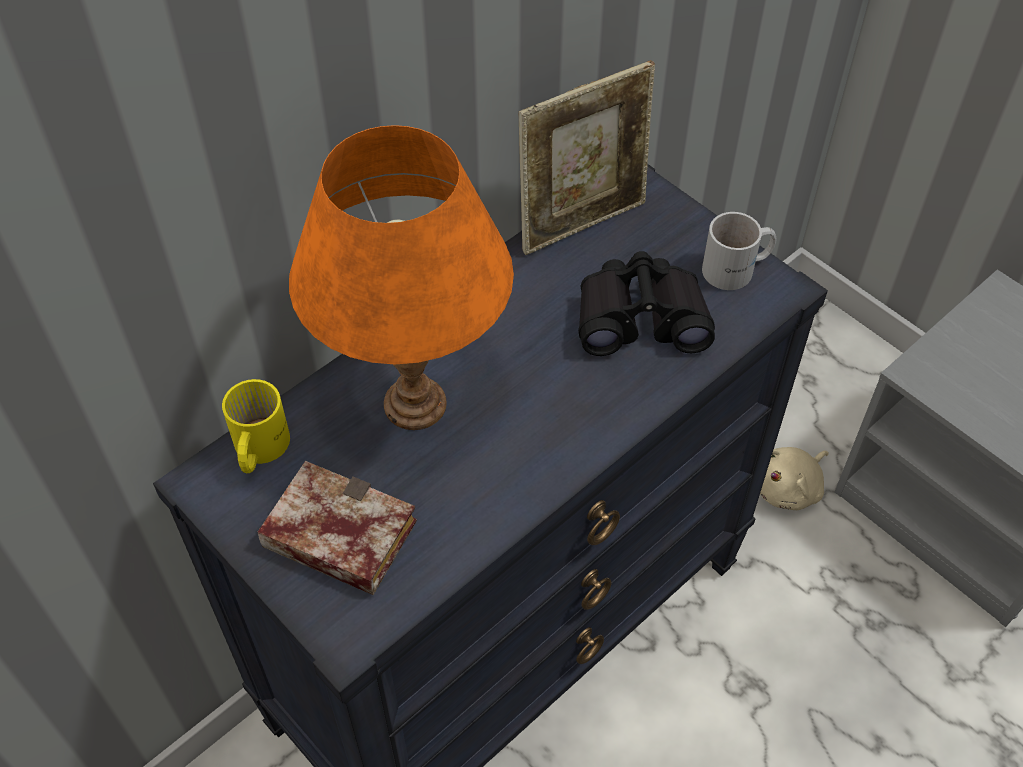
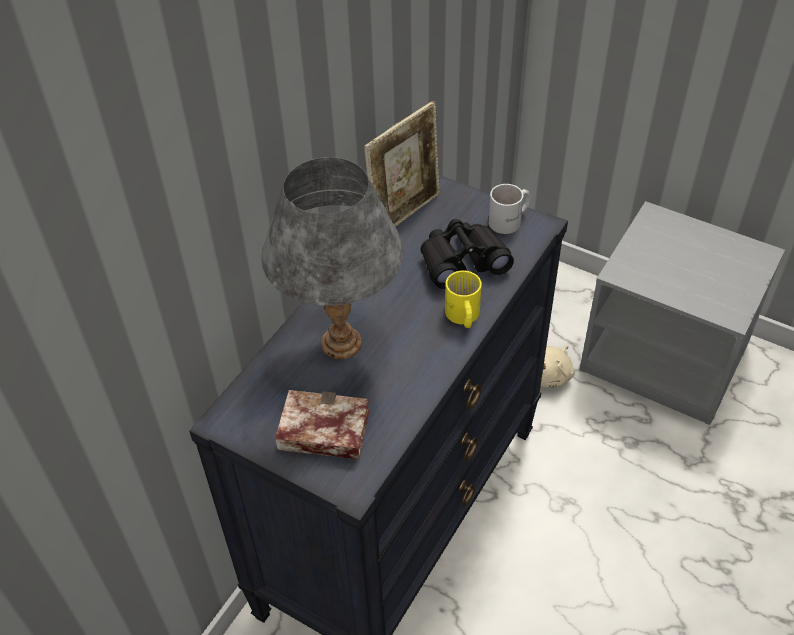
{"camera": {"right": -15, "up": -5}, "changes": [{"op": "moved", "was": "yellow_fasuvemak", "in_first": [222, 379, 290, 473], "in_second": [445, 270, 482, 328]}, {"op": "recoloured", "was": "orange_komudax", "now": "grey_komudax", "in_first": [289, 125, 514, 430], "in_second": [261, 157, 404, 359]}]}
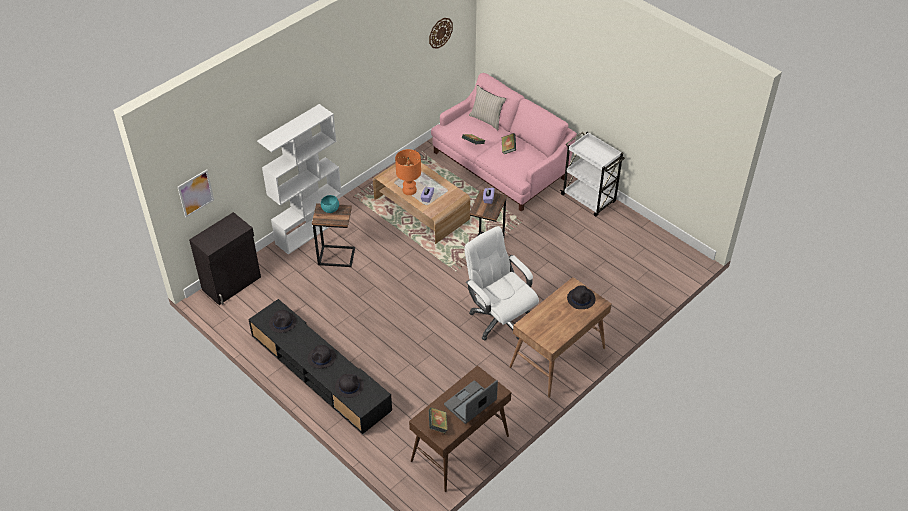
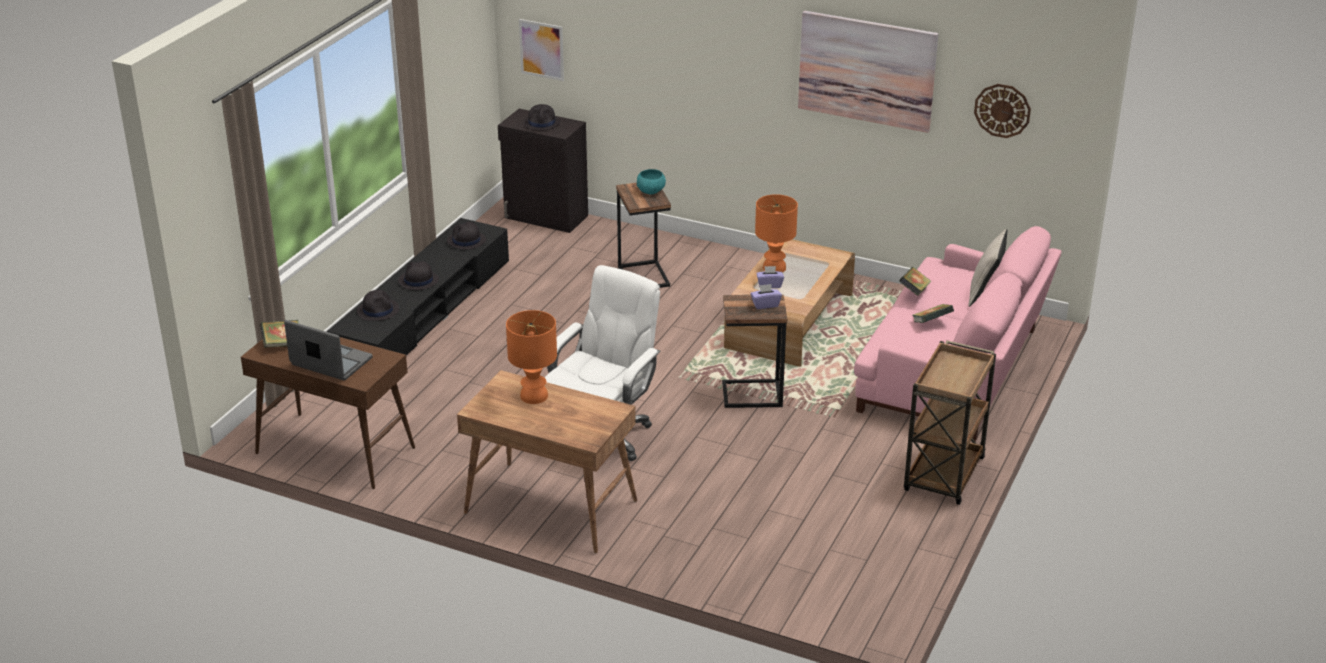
{"camera": {"right": 70, "up": -15}, "changes": [{"op": "removed", "was": "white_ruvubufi", "in_first": [257, 104, 342, 254]}, {"op": "added", "now": "orange_komudax", "in_second": [506, 310, 557, 404]}, {"op": "added", "now": "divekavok", "in_second": [798, 11, 938, 133]}, {"op": "moved", "was": "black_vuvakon", "in_first": [567, 285, 596, 309], "in_second": [523, 104, 561, 130]}, {"op": "recoloured", "was": "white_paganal", "now": "brown_paganal", "in_first": [560, 131, 625, 217], "in_second": [904, 340, 996, 505]}]}
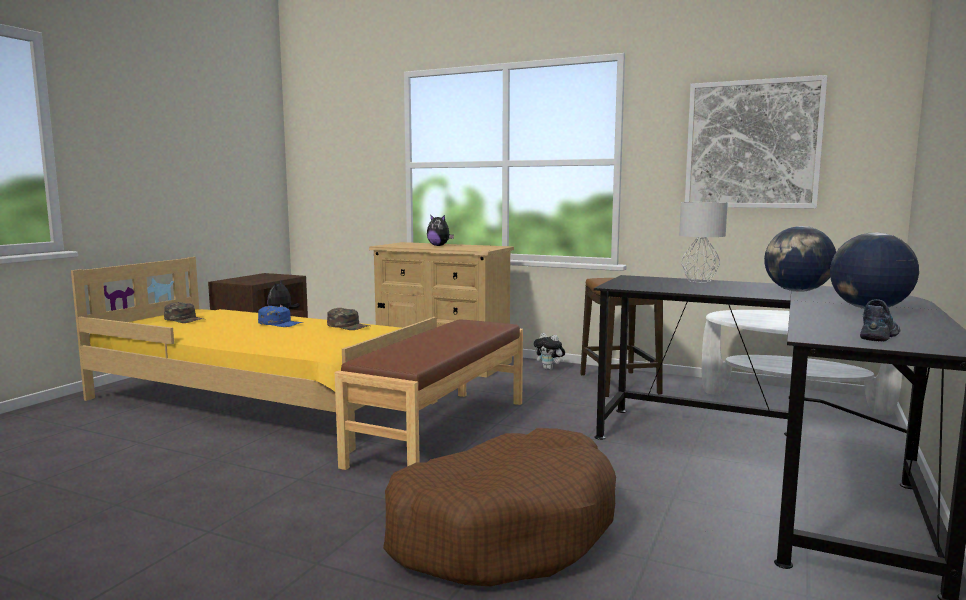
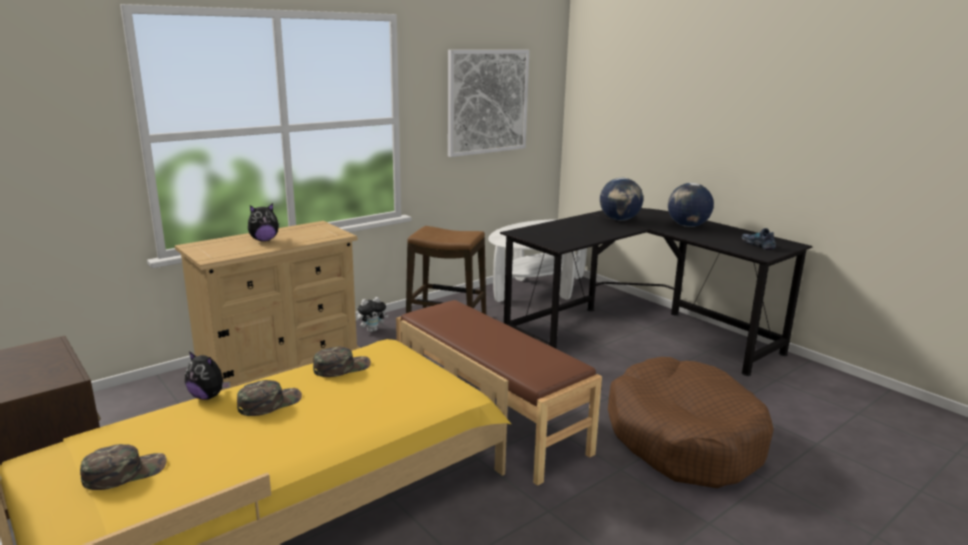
{"camera": {"right": -65, "up": 10}, "changes": [{"op": "removed", "was": "grey_komudax", "in_first": [679, 202, 728, 283]}, {"op": "recoloured", "was": "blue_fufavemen", "now": "green_fufavemen", "in_first": [258, 306, 303, 327], "in_second": [237, 380, 302, 416]}]}
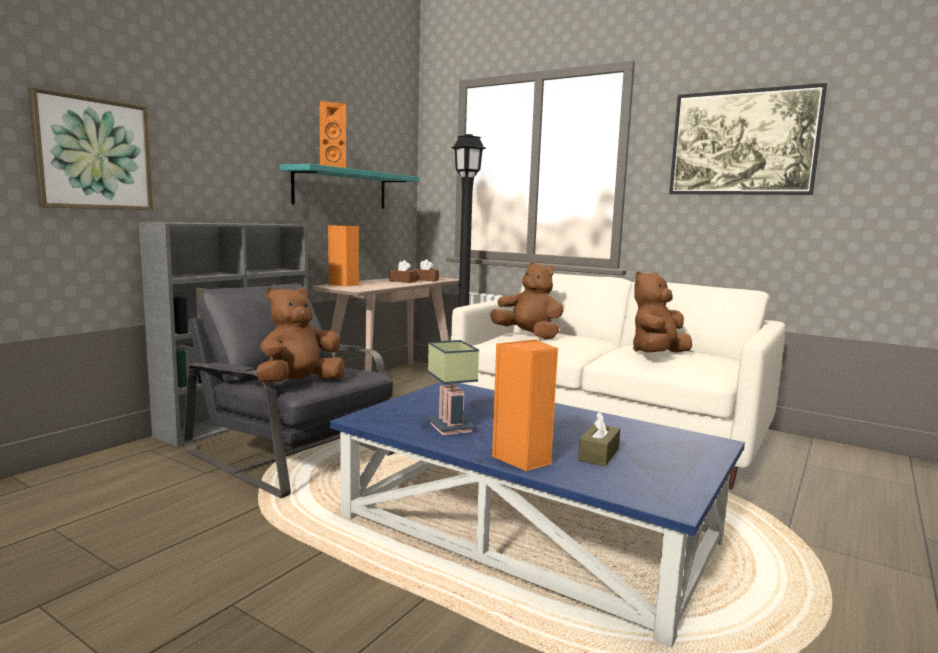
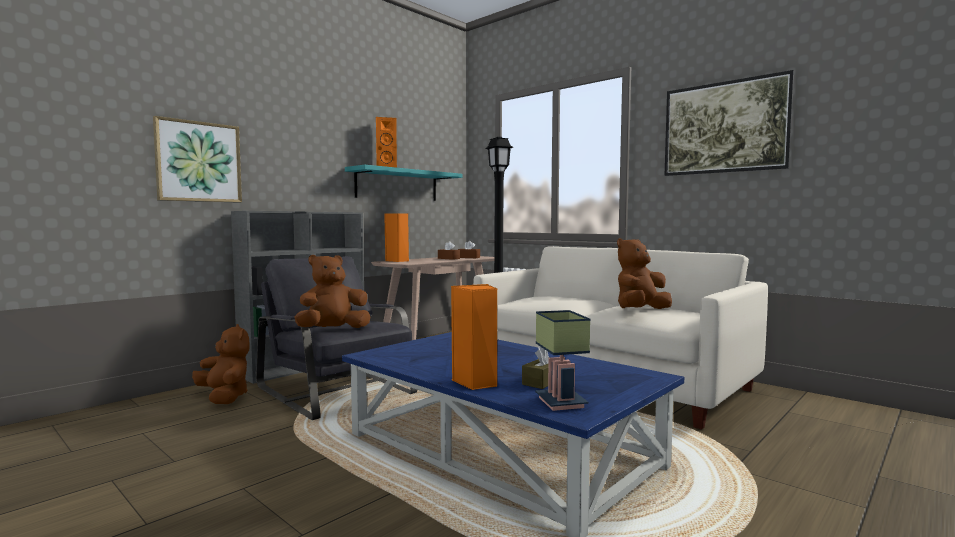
{"camera": {"right": 10, "up": -5}, "changes": [{"op": "moved", "was": "komudax", "in_first": [427, 340, 479, 435], "in_second": [535, 310, 591, 411]}, {"op": "moved", "was": "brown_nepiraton", "in_first": [490, 262, 563, 339], "in_second": [192, 324, 250, 404]}]}
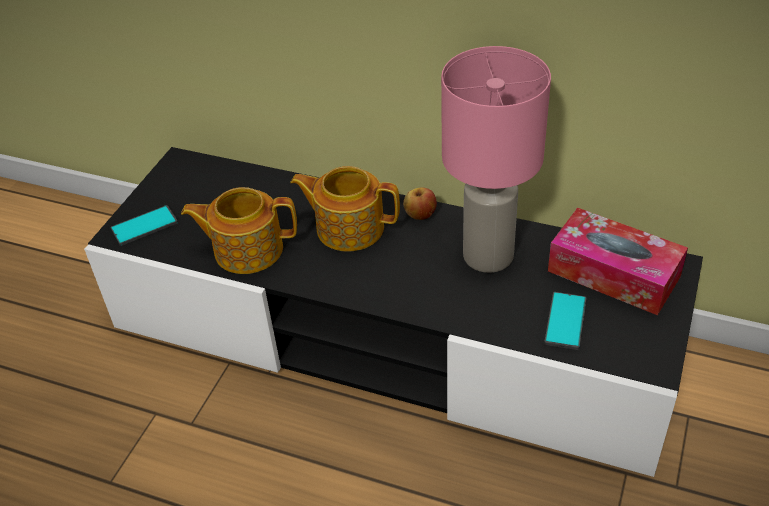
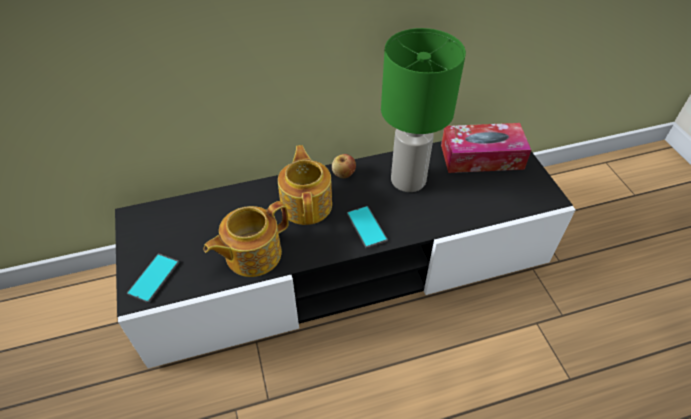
{"camera": {"right": -40, "up": 5}, "changes": [{"op": "moved", "was": "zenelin", "in_first": [544, 292, 586, 350], "in_second": [347, 206, 388, 249]}, {"op": "recoloured", "was": "pink_komudax", "now": "green_komudax", "in_first": [441, 46, 551, 273], "in_second": [381, 28, 466, 192]}, {"op": "turned", "was": "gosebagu", "in_first": [290, 166, 400, 252], "in_second": [278, 145, 332, 225], "clockwise": 105}]}
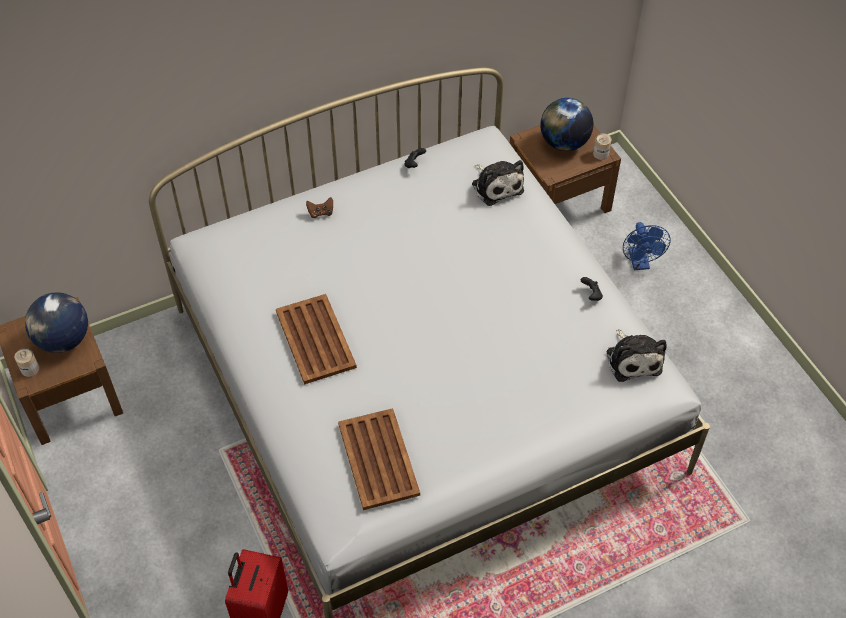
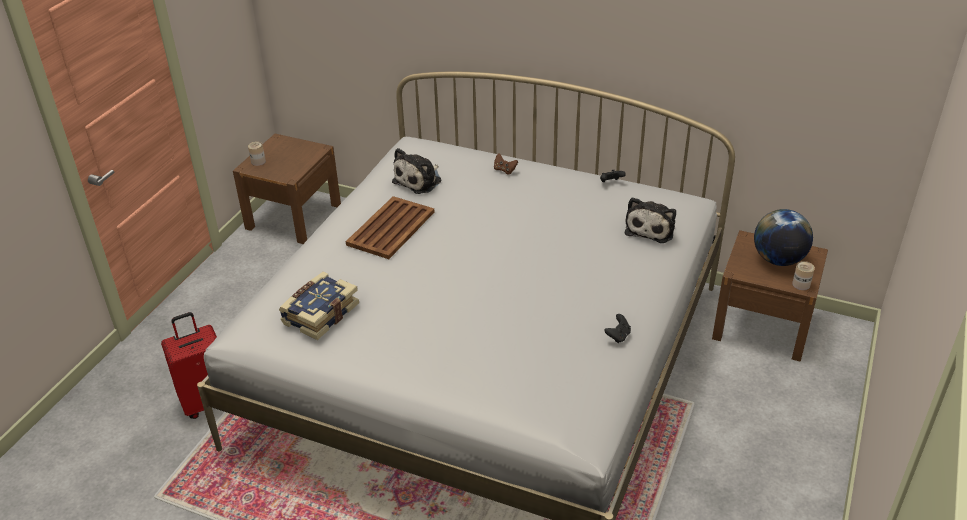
{"camera": {"right": 50, "up": -15}, "changes": [{"op": "removed", "was": "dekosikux", "in_first": [25, 292, 88, 353]}, {"op": "removed", "was": "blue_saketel", "in_first": [623, 222, 671, 270]}, {"op": "moved", "was": "nepiraton", "in_first": [606, 329, 667, 382], "in_second": [392, 148, 442, 194]}, {"op": "replaced", "was": "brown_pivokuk", "now": "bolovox", "in_first": [338, 408, 420, 510], "in_second": [279, 272, 359, 340]}]}
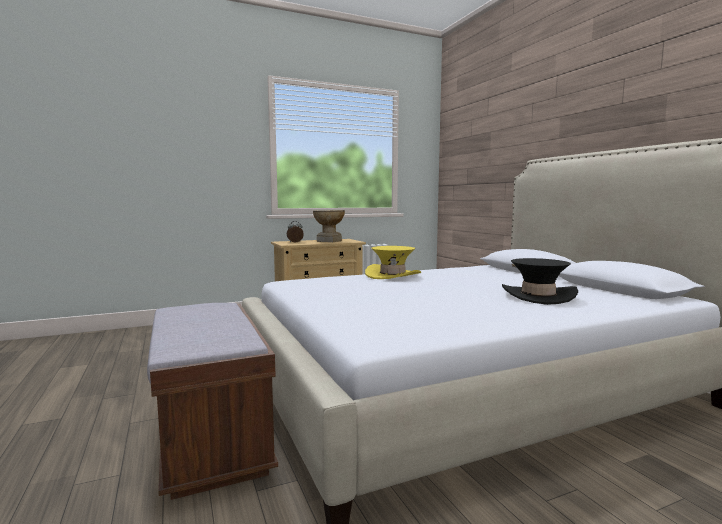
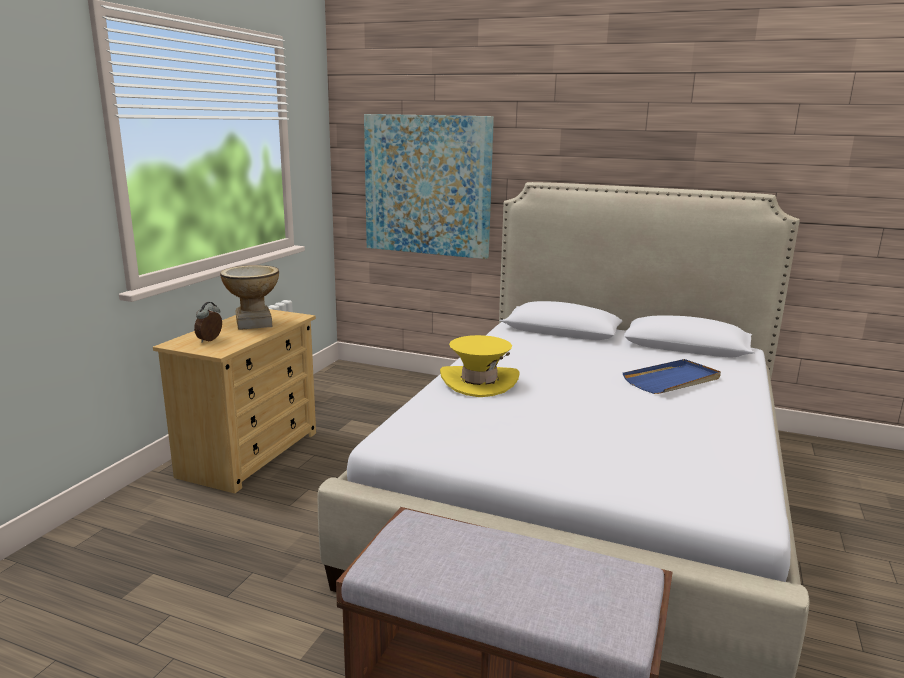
{"camera": {"right": -45, "up": 10}, "changes": [{"op": "added", "now": "divekavok", "in_second": [364, 114, 494, 259]}, {"op": "replaced", "was": "black_vuvakon", "now": "blue_pivokuk", "in_first": [502, 258, 578, 305], "in_second": [623, 359, 721, 394]}]}
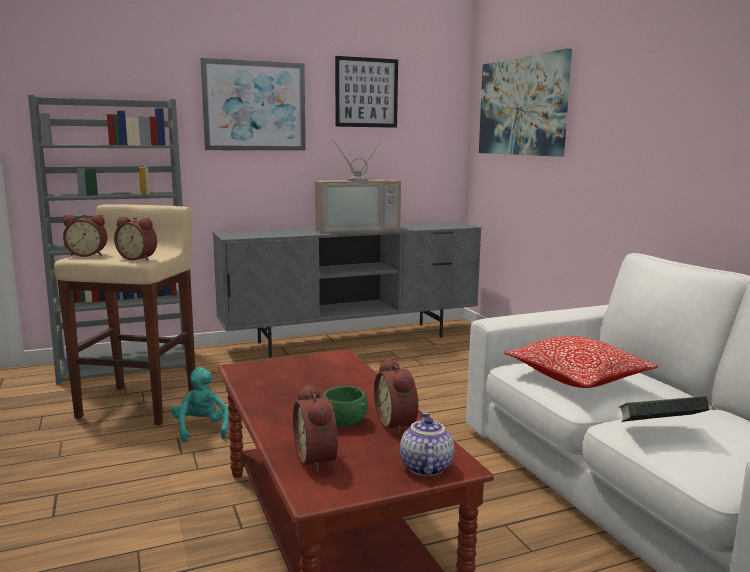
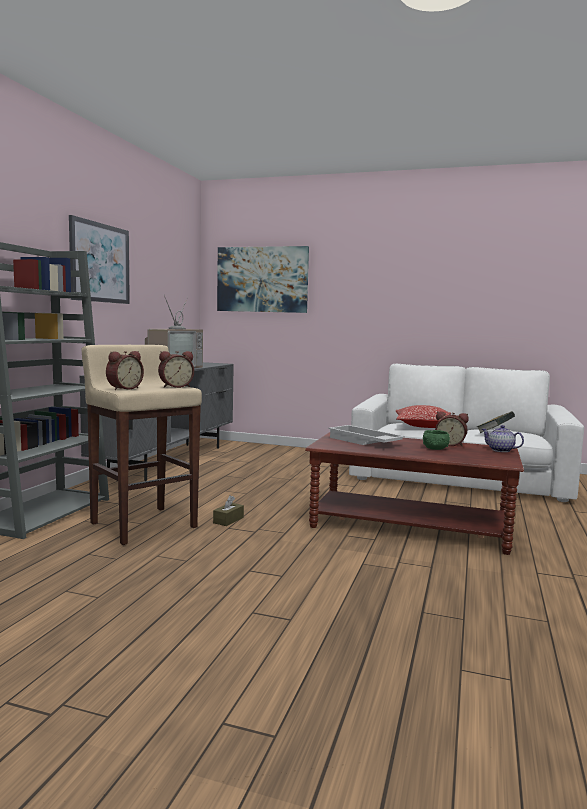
{"camera": {"right": -50, "up": -5}, "changes": [{"op": "removed", "was": "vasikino", "in_first": [293, 384, 338, 473]}, {"op": "removed", "was": "divekavok", "in_first": [335, 56, 398, 128]}, {"op": "added", "now": "white_pivokuk", "in_second": [328, 425, 405, 445]}, {"op": "replaced", "was": "turquoise_nepiraton", "now": "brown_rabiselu", "in_first": [171, 367, 229, 442], "in_second": [213, 495, 244, 526]}]}
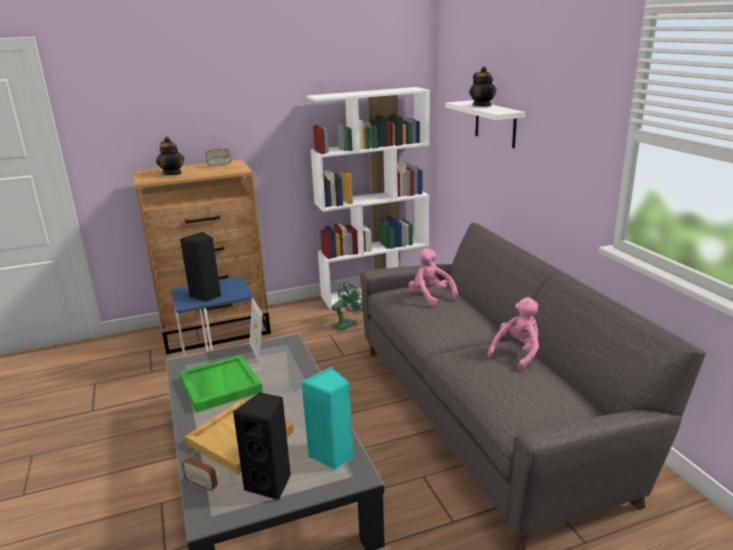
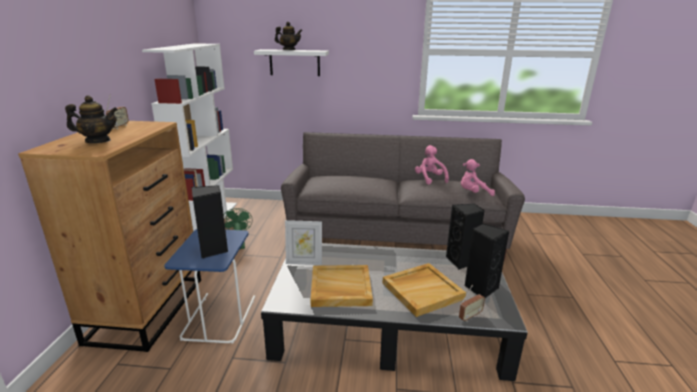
{"camera": {"right": -65, "up": 0}, "changes": [{"op": "moved", "was": "pink_nepiraton", "in_first": [409, 248, 458, 306], "in_second": [461, 159, 495, 196]}, {"op": "recoloured", "was": "green_pivokuk", "now": "beige_pivokuk", "in_first": [179, 355, 263, 413], "in_second": [311, 265, 373, 307]}, {"op": "recoloured", "was": "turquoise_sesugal", "now": "black_sesugal", "in_first": [301, 366, 354, 470], "in_second": [446, 204, 485, 270]}]}
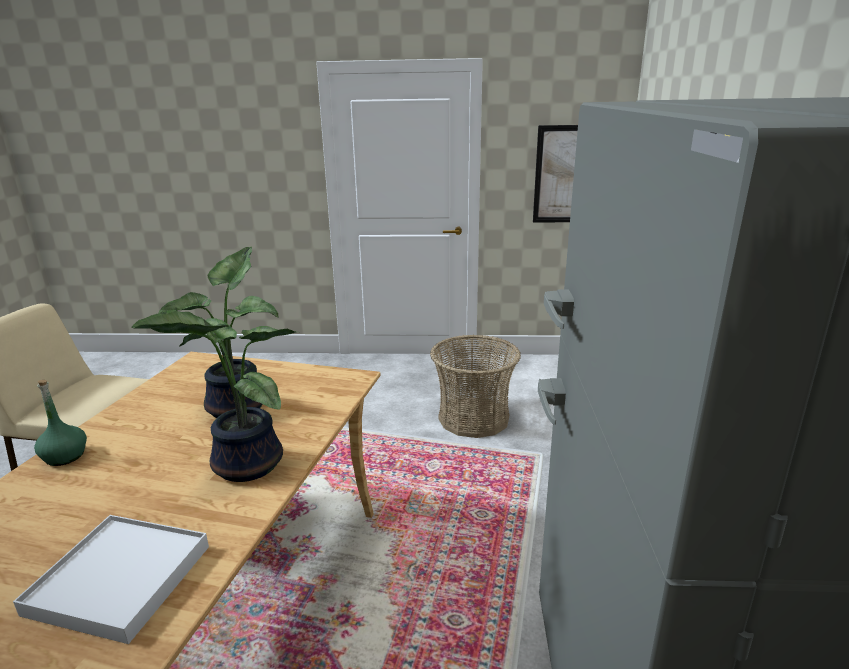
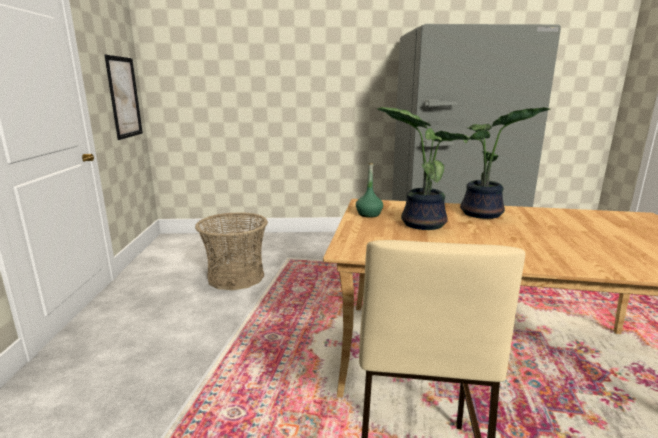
{"camera": {"right": -95, "up": -5}, "changes": [{"op": "removed", "was": "white_pivokuk", "in_first": [13, 515, 209, 644]}, {"op": "moved", "was": "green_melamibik", "in_first": [34, 380, 87, 466], "in_second": [356, 163, 383, 218]}]}
